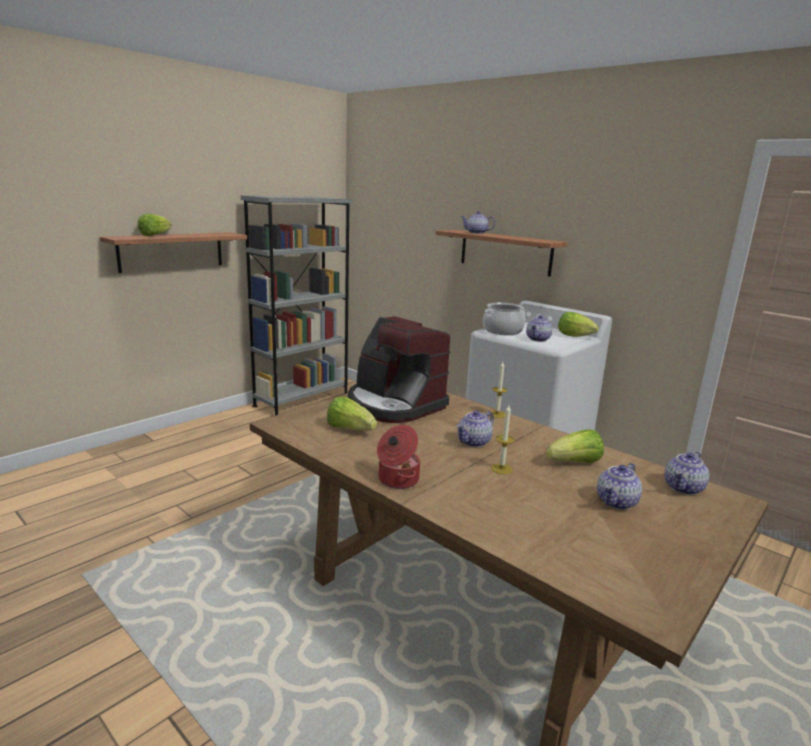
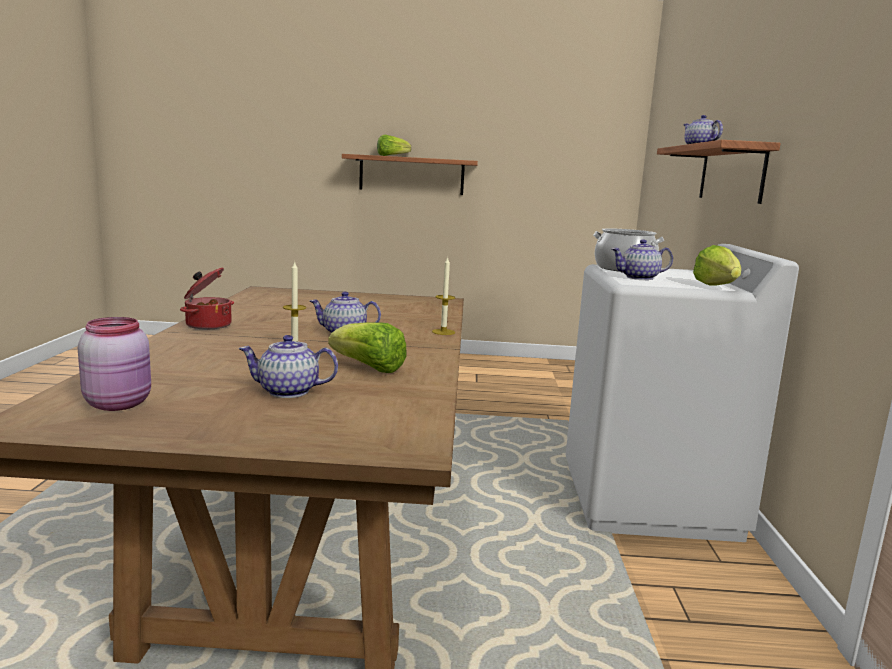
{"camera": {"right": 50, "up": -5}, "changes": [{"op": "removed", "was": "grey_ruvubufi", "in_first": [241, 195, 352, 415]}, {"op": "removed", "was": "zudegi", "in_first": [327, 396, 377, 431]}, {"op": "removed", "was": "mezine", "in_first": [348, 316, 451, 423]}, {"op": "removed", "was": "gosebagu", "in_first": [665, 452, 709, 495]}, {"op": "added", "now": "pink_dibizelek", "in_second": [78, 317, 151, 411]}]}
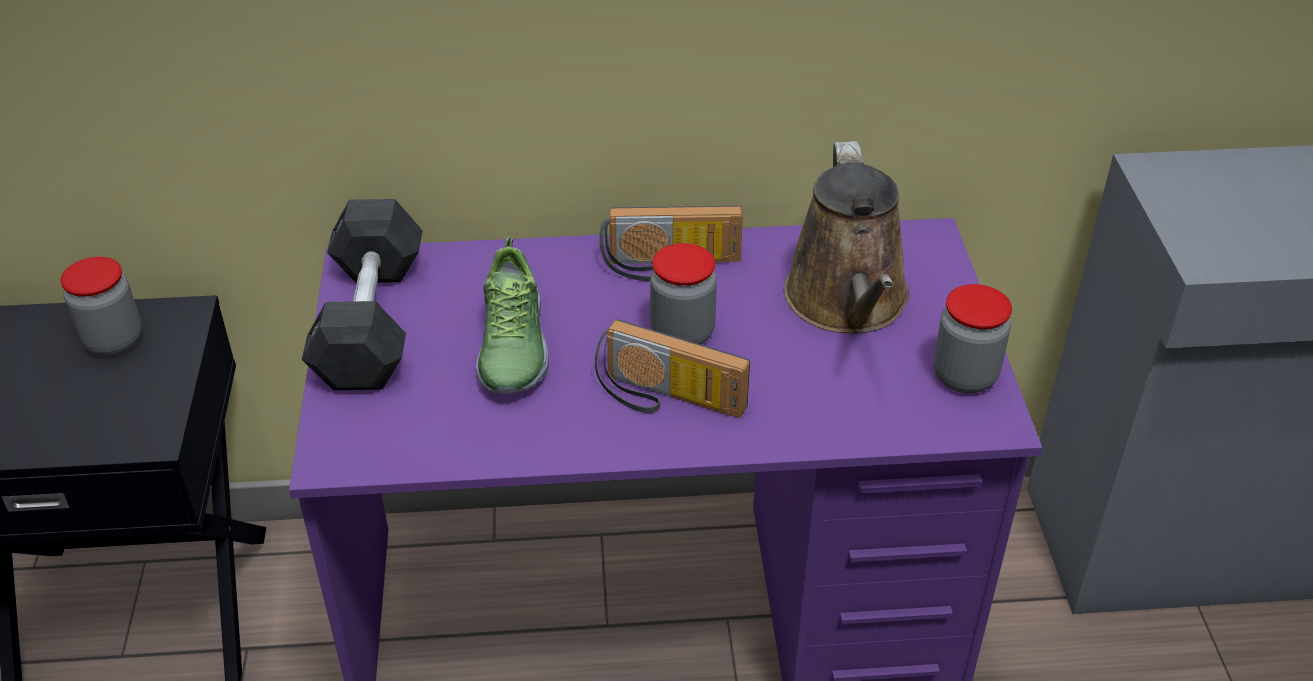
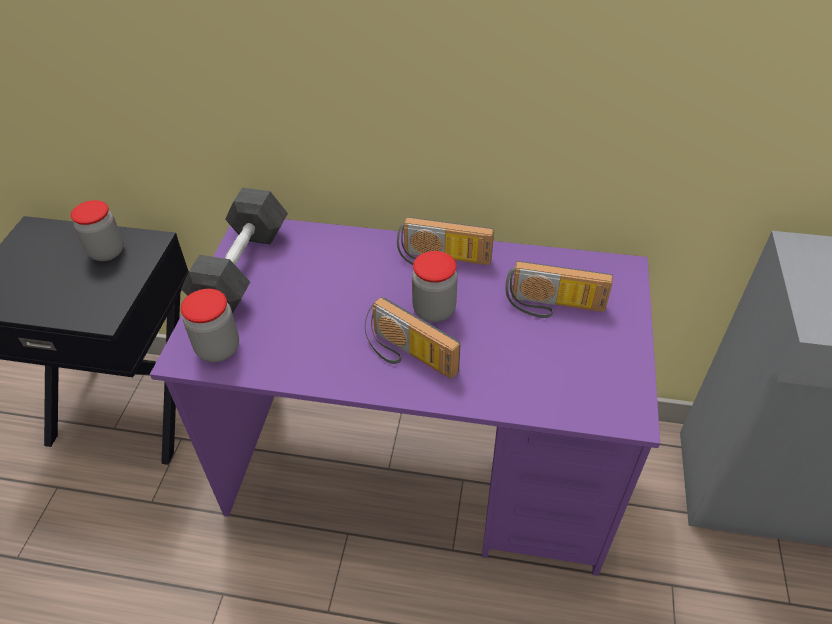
{"camera": {"right": 15, "up": 5}, "changes": [{"op": "removed", "was": "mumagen", "in_first": [476, 237, 549, 394]}, {"op": "moved", "was": "dibizelek", "in_first": [934, 284, 1012, 393], "in_second": [181, 289, 239, 362]}, {"op": "replaced", "was": "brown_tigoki", "now": "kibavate", "in_first": [784, 141, 909, 333], "in_second": [505, 261, 613, 318]}]}
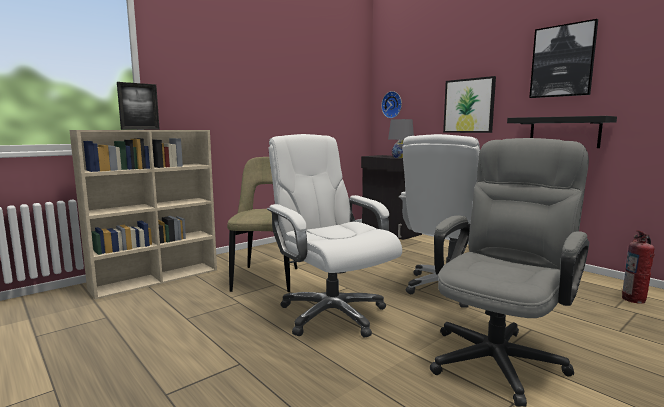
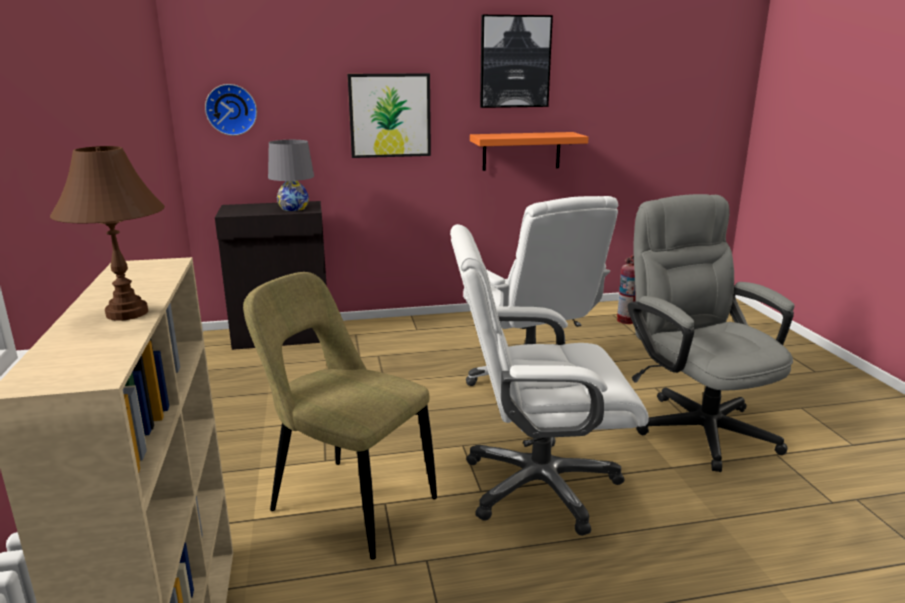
{"camera": {"right": -60, "up": 10}, "changes": [{"op": "replaced", "was": "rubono", "now": "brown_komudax", "in_first": [117, 82, 160, 130], "in_second": [50, 146, 165, 321]}, {"op": "recoloured", "was": "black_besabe", "now": "orange_besabe", "in_first": [507, 116, 617, 148], "in_second": [470, 132, 589, 171]}]}
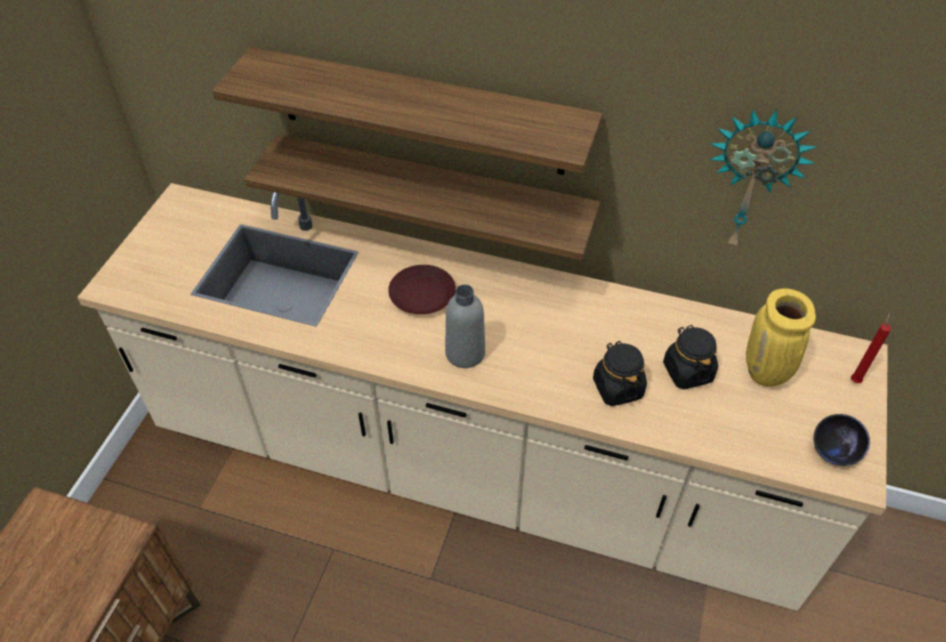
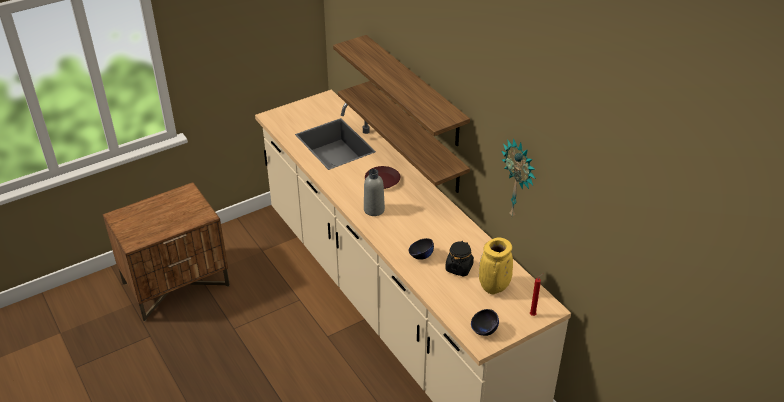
{"camera": {"right": 40, "up": -10}, "changes": [{"op": "replaced", "was": "black_dibizelek", "now": "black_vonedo", "in_first": [593, 341, 647, 406], "in_second": [408, 238, 434, 260]}]}
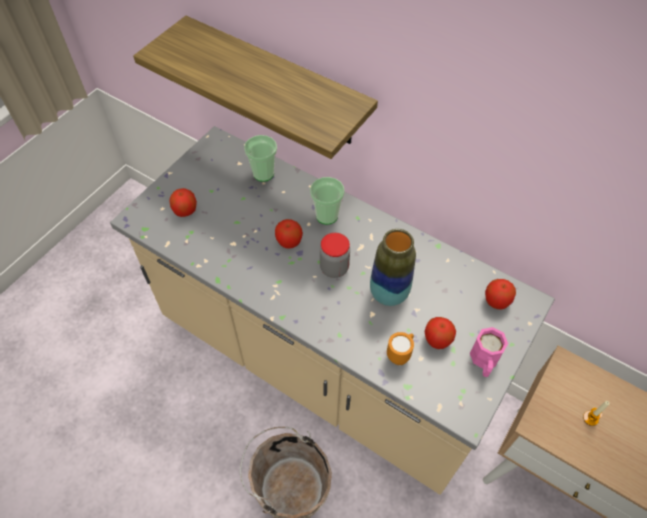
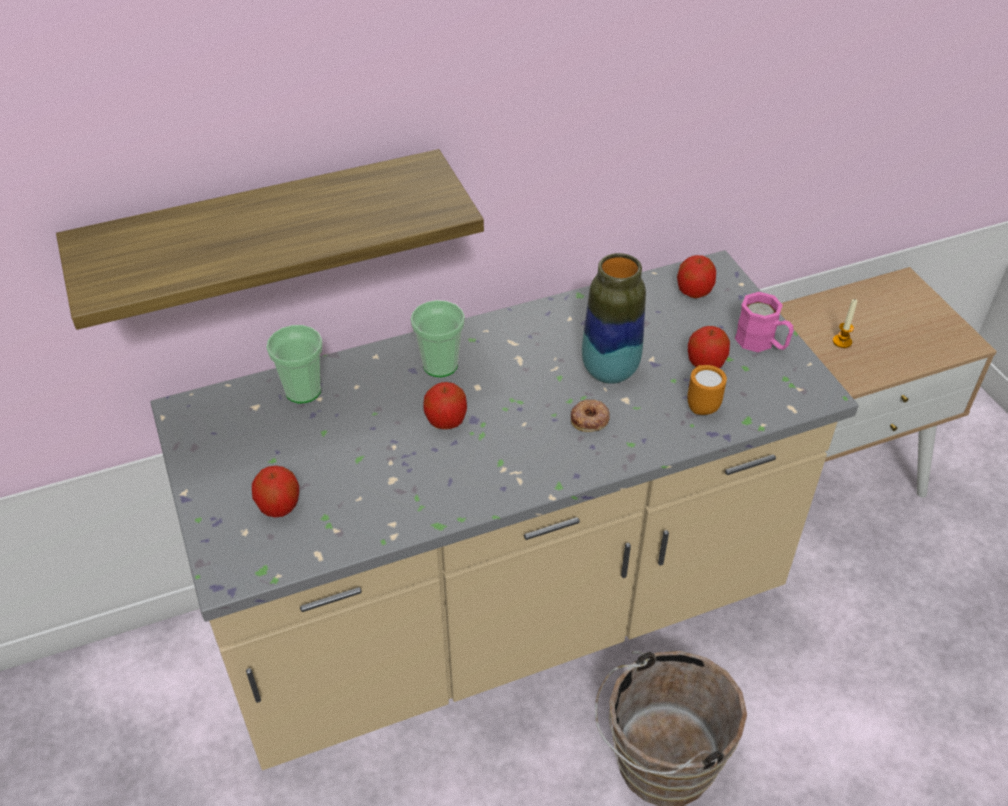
{"camera": {"right": -55, "up": -10}, "changes": [{"op": "removed", "was": "dibizelek", "in_first": [320, 233, 350, 278]}, {"op": "added", "now": "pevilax", "in_second": [571, 399, 610, 432]}]}
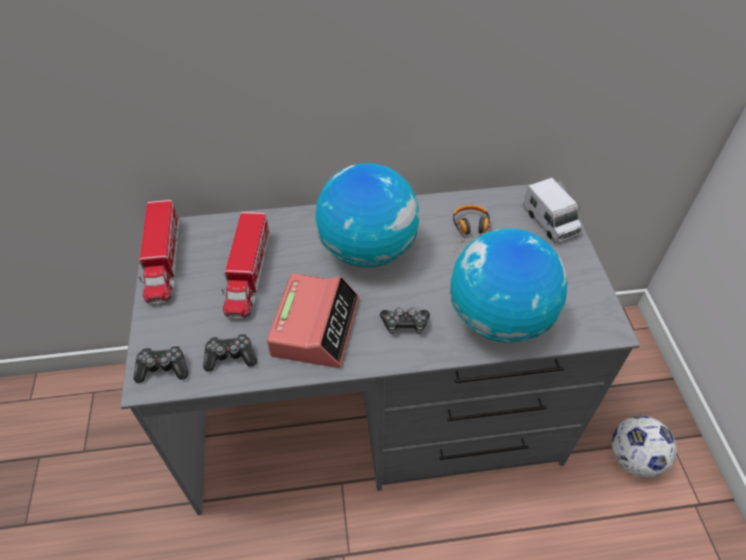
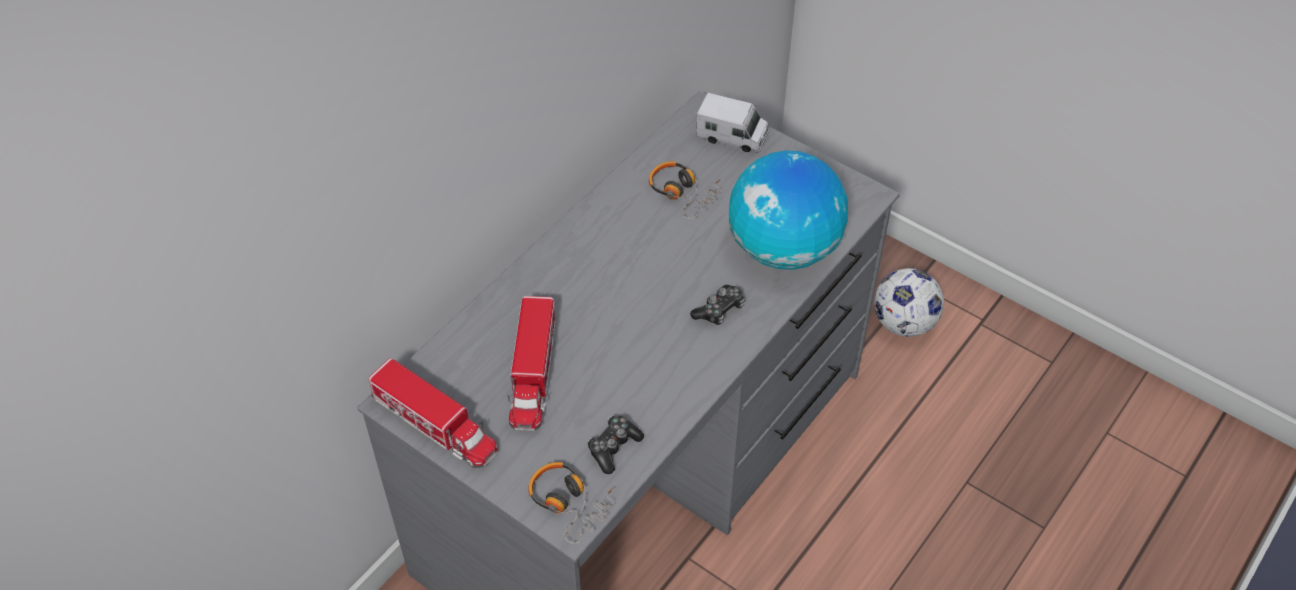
{"camera": {"right": -45, "up": 0}, "changes": [{"op": "removed", "was": "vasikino", "in_first": [267, 273, 359, 368]}, {"op": "removed", "was": "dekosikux", "in_first": [315, 163, 419, 267]}, {"op": "replaced", "was": "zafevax", "now": "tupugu", "in_first": [134, 345, 188, 383], "in_second": [528, 462, 614, 544]}, {"op": "turned", "was": "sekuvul", "in_first": [222, 212, 269, 319], "in_second": [507, 296, 556, 431], "clockwise": 45}]}
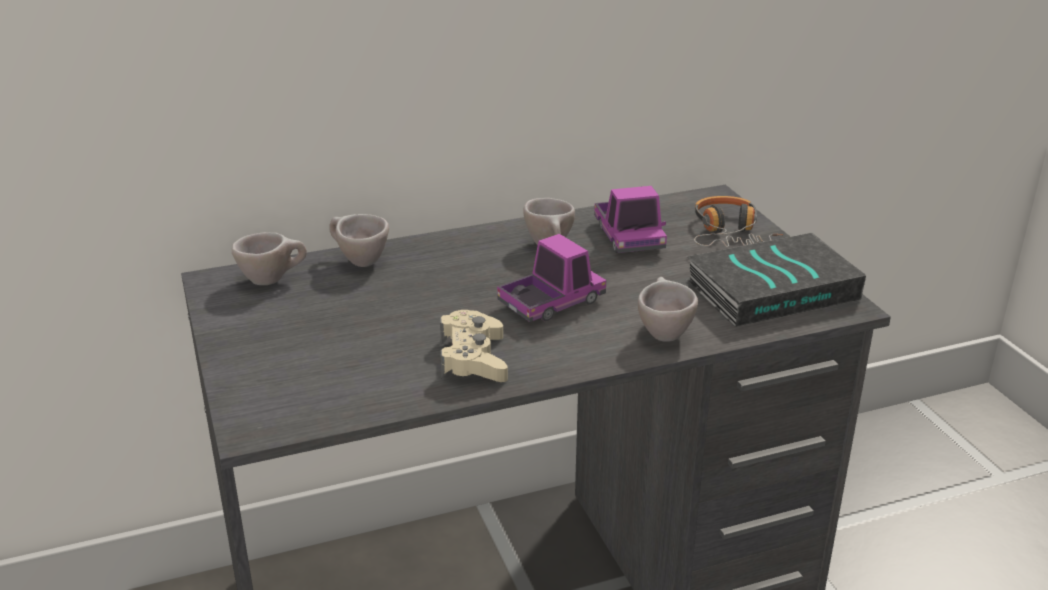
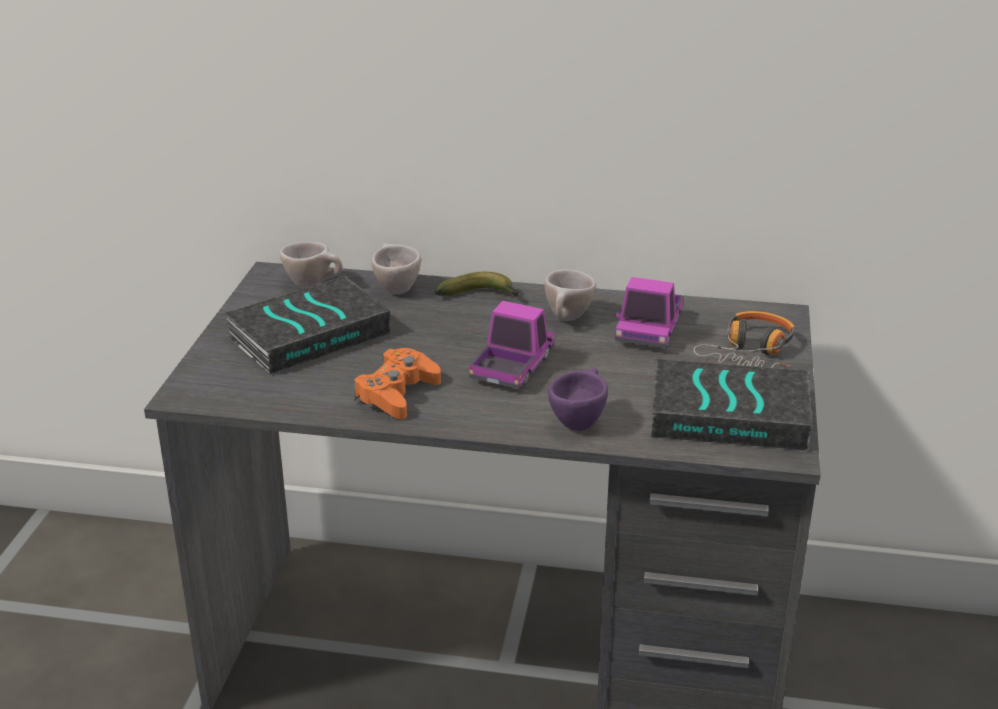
{"camera": {"right": 30, "up": 0}, "changes": [{"op": "added", "now": "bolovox", "in_second": [223, 276, 391, 375]}, {"op": "added", "now": "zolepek", "in_second": [434, 272, 520, 296]}, {"op": "recoloured", "was": "beige_zafevax", "now": "orange_zafevax", "in_first": [440, 310, 508, 382], "in_second": [354, 348, 441, 419]}, {"op": "recoloured", "was": "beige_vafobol", "now": "purple_vafobol", "in_first": [638, 277, 698, 342], "in_second": [548, 368, 608, 431]}, {"op": "turned", "was": "sekuvul", "in_first": [497, 234, 606, 322], "in_second": [469, 301, 555, 389], "clockwise": -60}]}
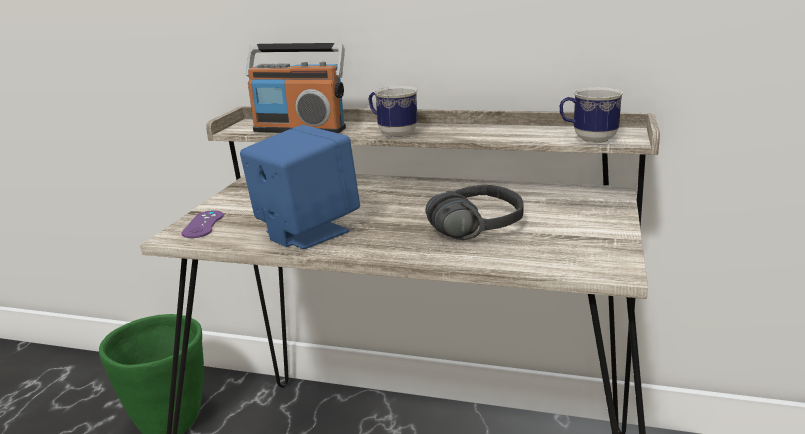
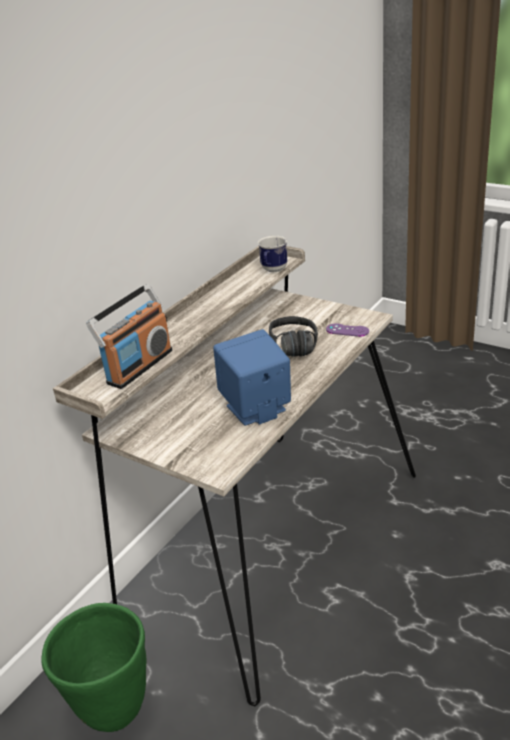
{"camera": {"right": -70, "up": 10}, "changes": [{"op": "removed", "was": "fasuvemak", "in_first": [369, 86, 417, 137]}, {"op": "moved", "was": "purple_zafevax", "in_first": [182, 210, 224, 238], "in_second": [326, 323, 369, 337]}]}
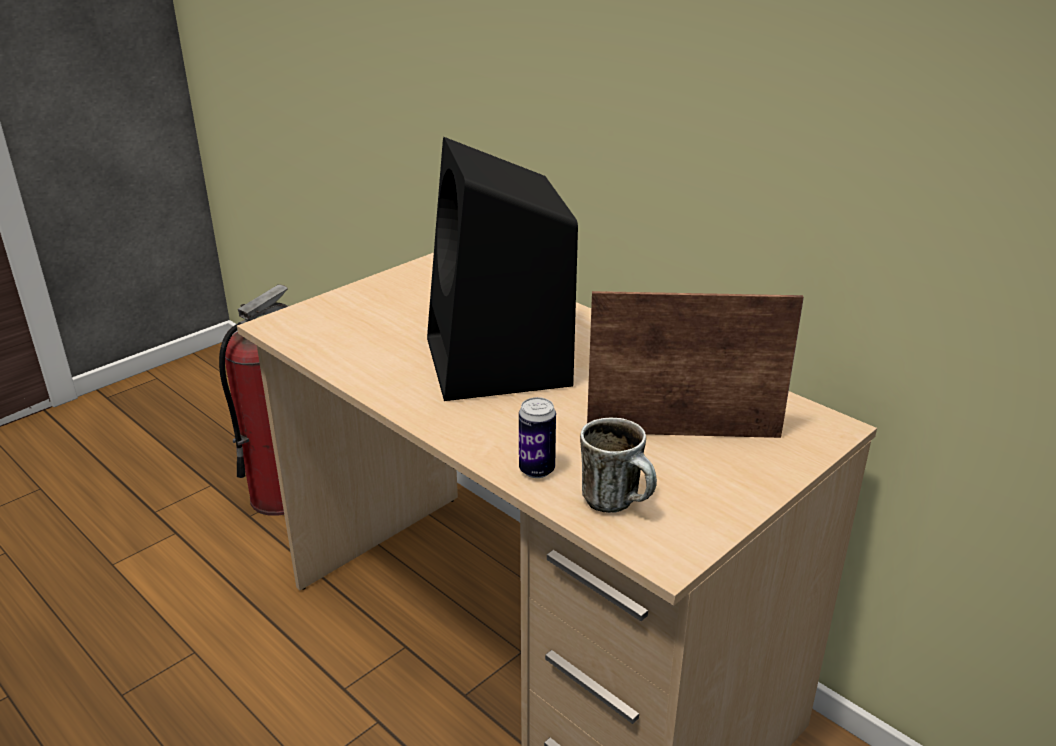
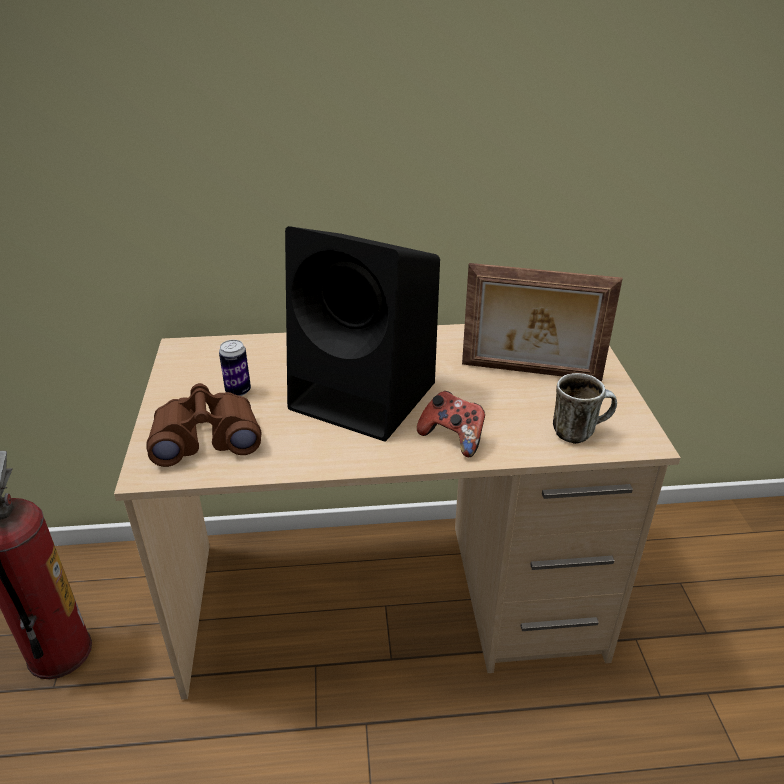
{"camera": {"right": -50, "up": 5}, "changes": [{"op": "added", "now": "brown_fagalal", "in_second": [146, 383, 262, 467]}, {"op": "added", "now": "zafevax", "in_second": [417, 391, 485, 457]}, {"op": "moved", "was": "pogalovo", "in_first": [519, 397, 556, 478], "in_second": [219, 340, 251, 396]}, {"op": "turned", "was": "rubono", "in_first": [587, 291, 804, 438], "in_second": [462, 263, 622, 381], "clockwise": -120}]}
